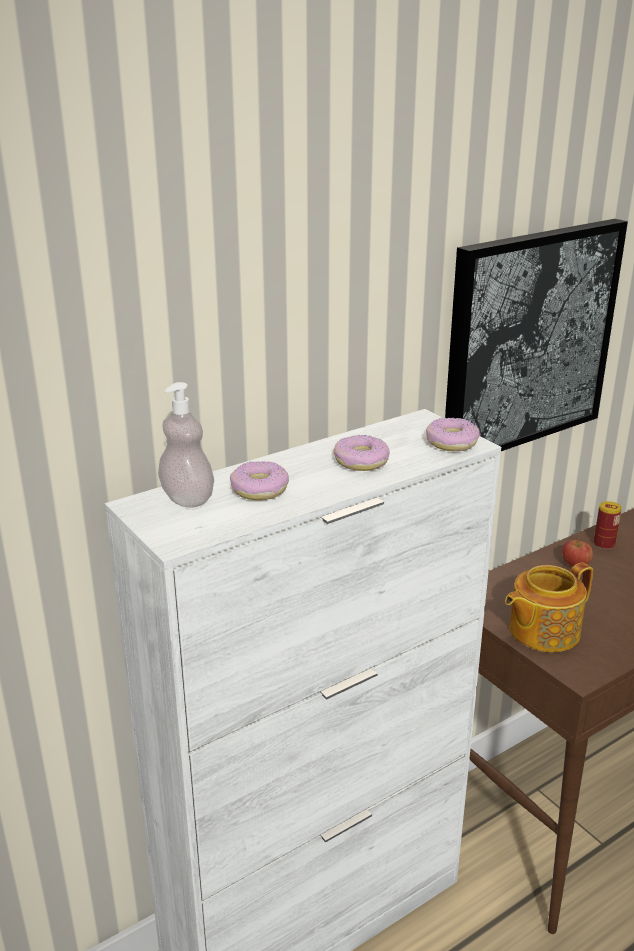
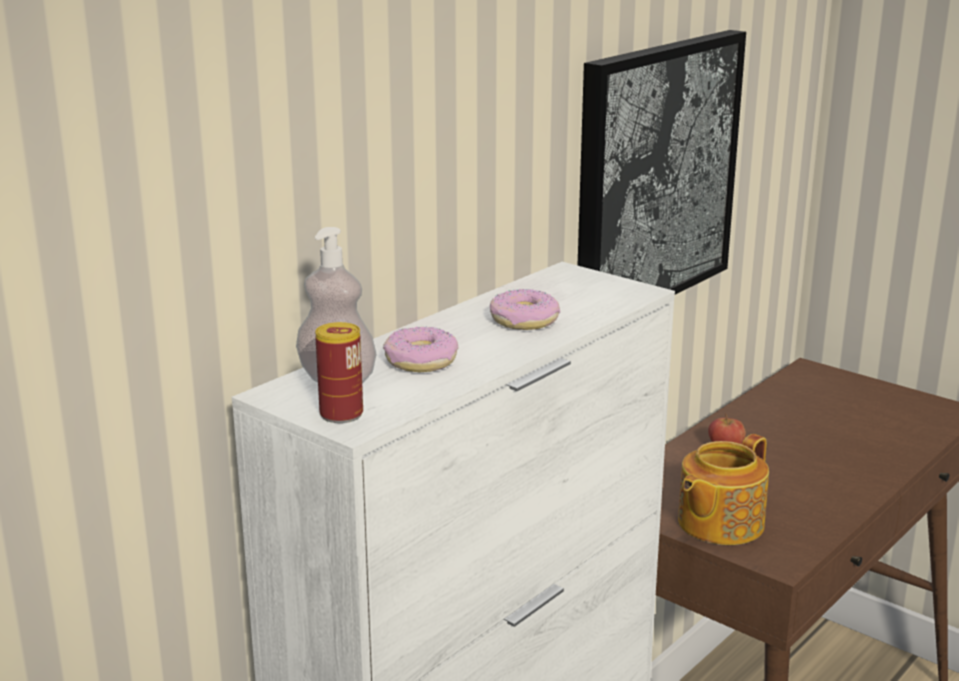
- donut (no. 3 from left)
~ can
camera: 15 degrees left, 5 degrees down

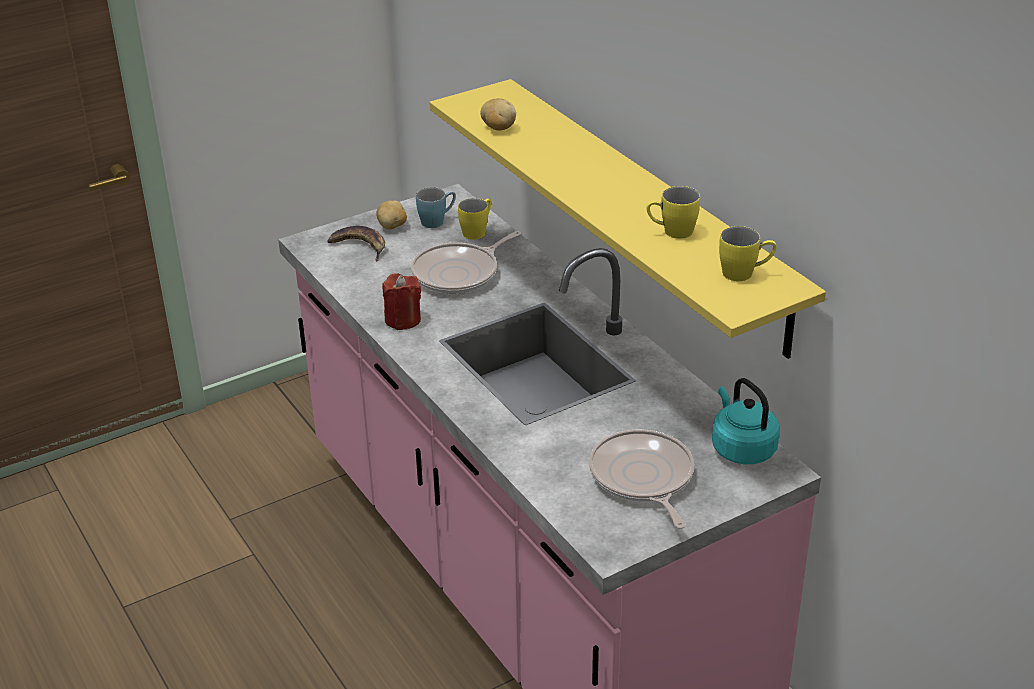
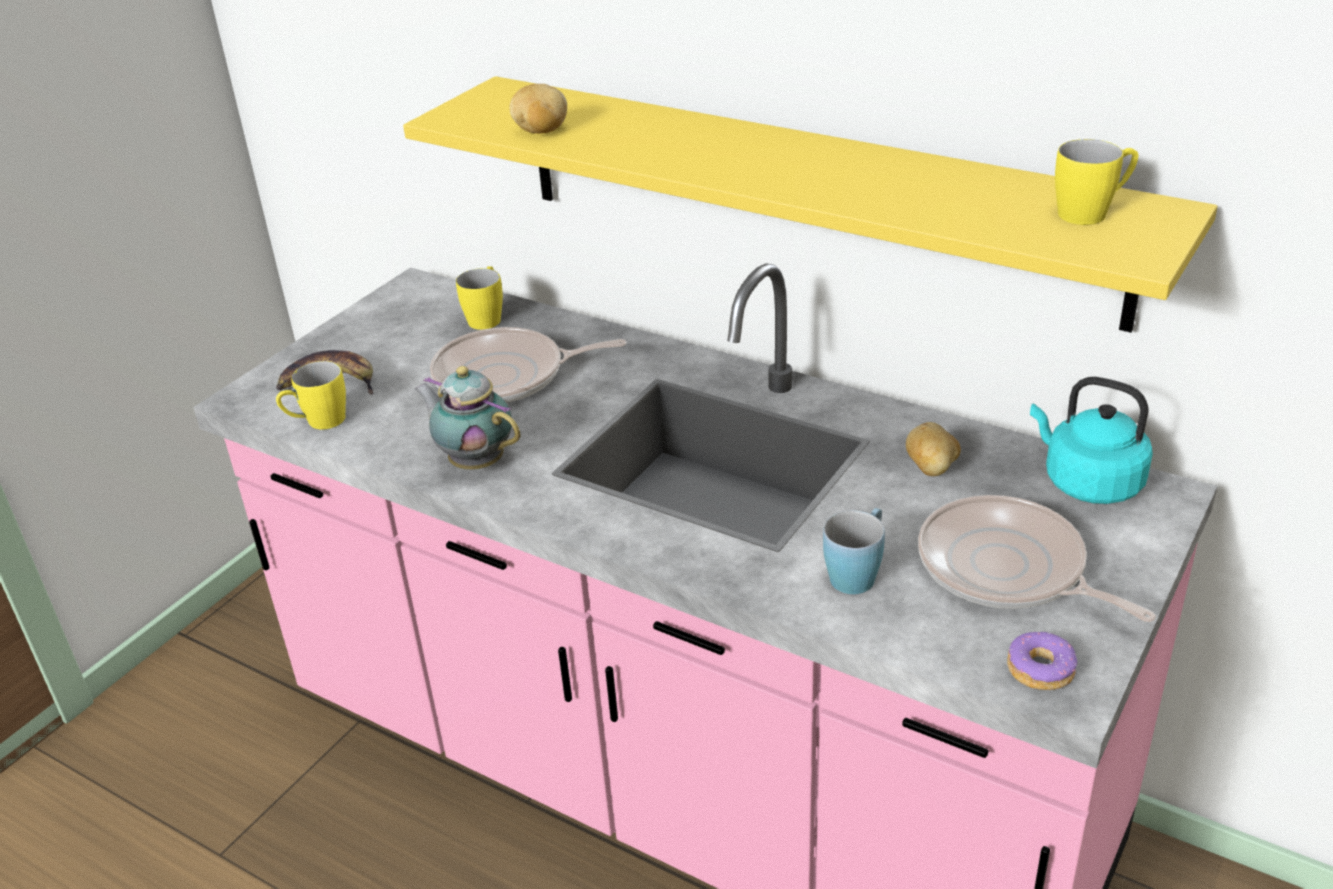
~ potato (no. 1 from left in the first image) to potato (no. 2 from left)
~ red candle to teapot
~ frying pan (no. 1 from left) 60 degrees clockwise
~ blue mug
~ yellow mug (no. 2 from left in the first image) to yellow mug (no. 1 from left)
+ donut
camera: 25 degrees left, 0 degrees up

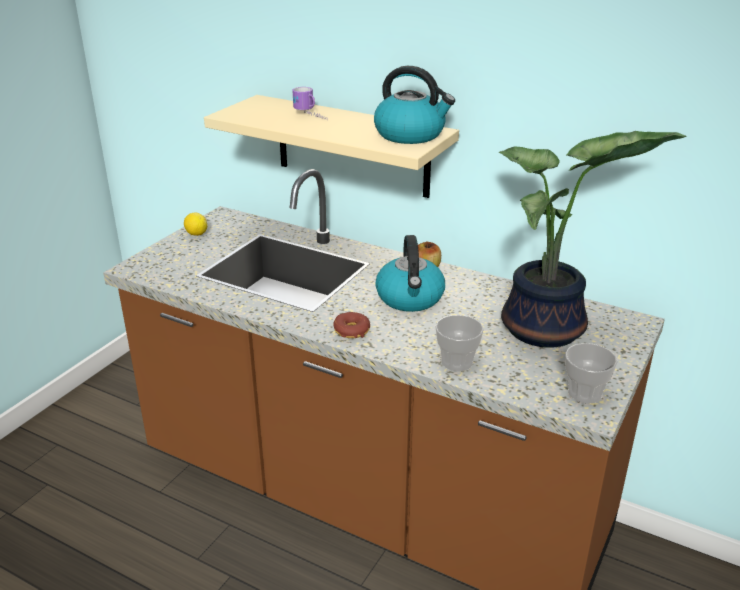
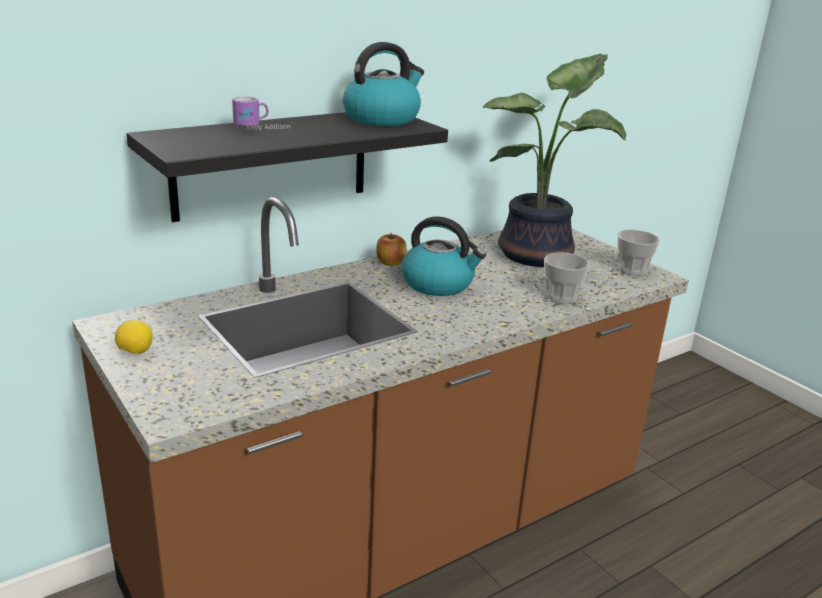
~ beige shelf to black shelf
- donut
camera: 65 degrees left, 5 degrees down

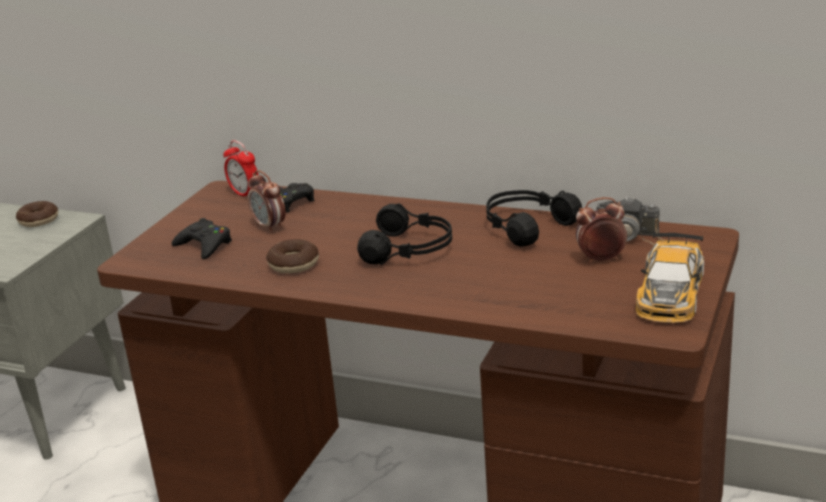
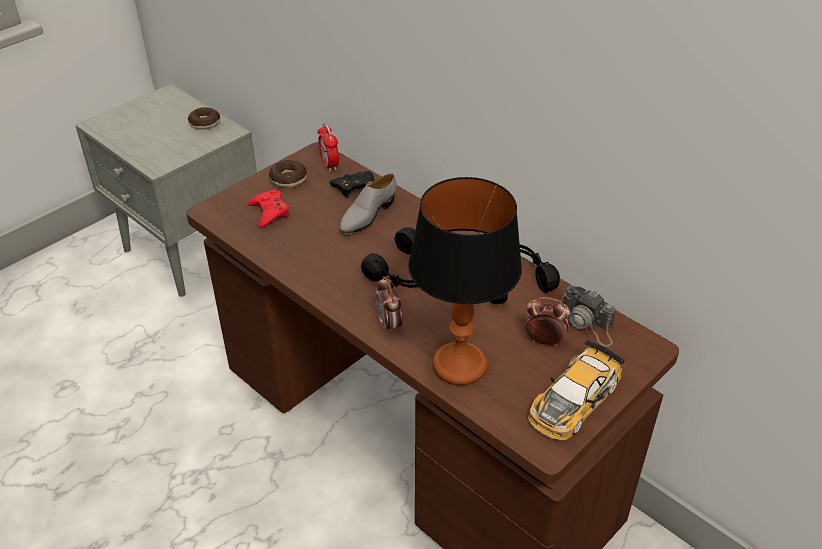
~ black game controller (no. 1 from left) to red game controller
~ alarm clock (no. 2 from left)
~ donut (no. 2 from left)
+ grey shoe
+ table lamp
camera: 20 degrees right, 15 degrees up

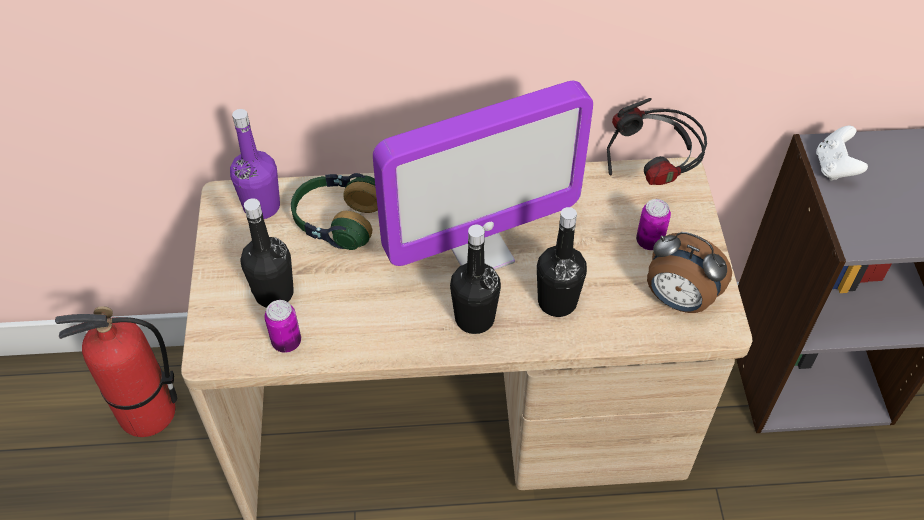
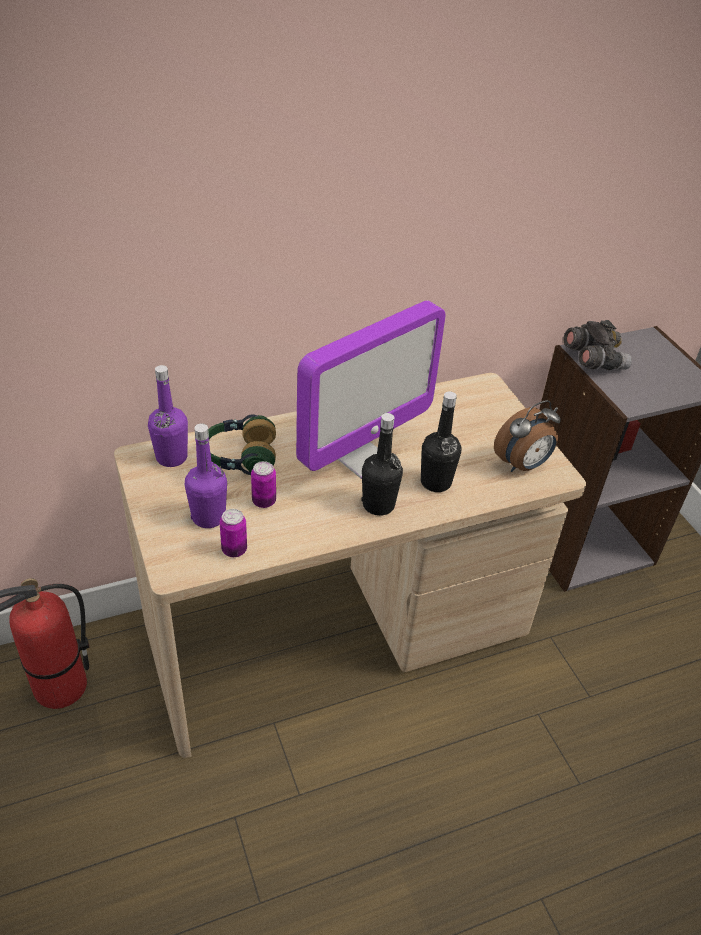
~ black bottle (no. 1 from left) to purple bottle (no. 2 from left)
- headphones (no. 2 from left)
~ can (no. 2 from left)
~ alarm clock 45 degrees counterclockwise
~ white game controller to grey binoculars
camera: 20 degrees left, 10 degrees down

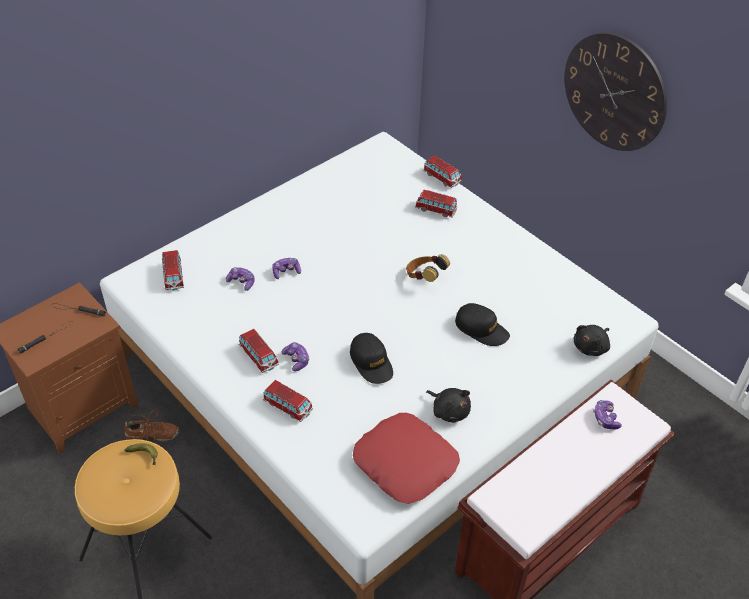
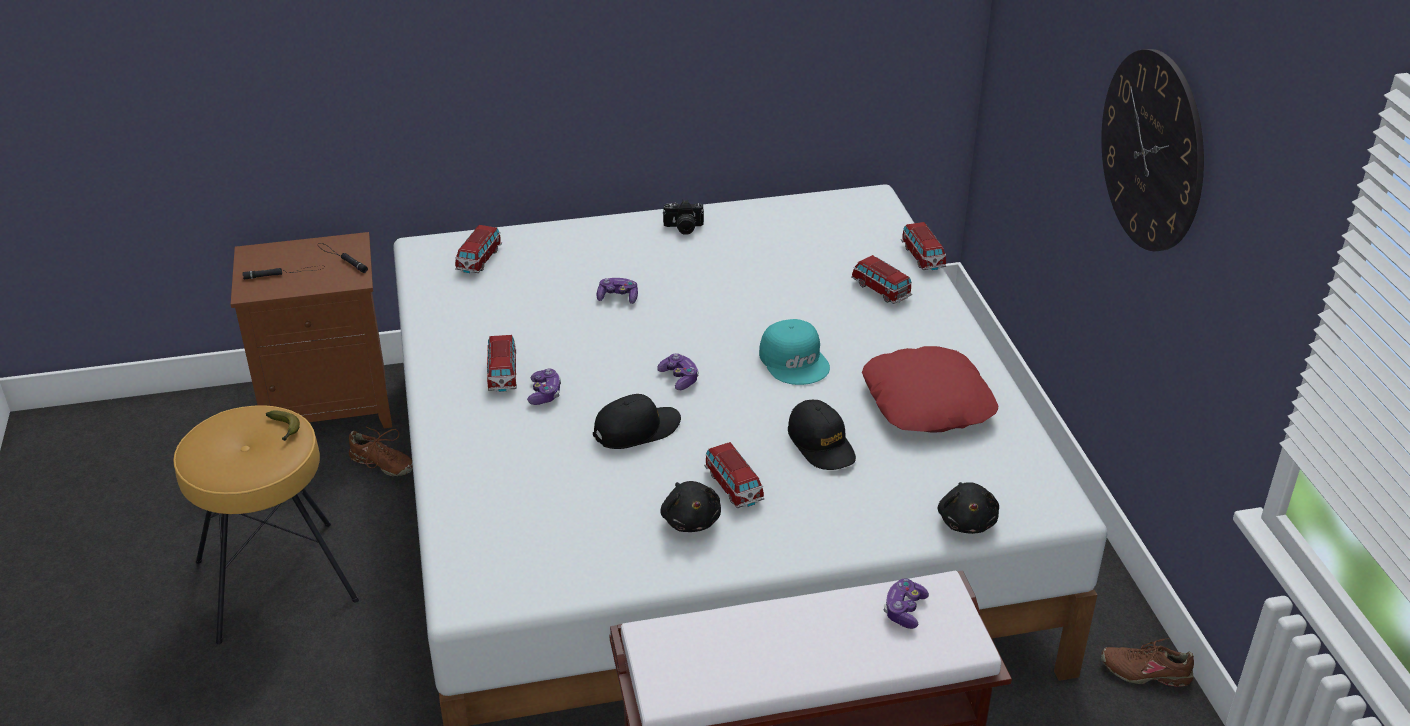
~ game controller (no. 1 from left in the first image) to game controller (no. 3 from left)
~ toy car (no. 3 from left)
~ black cap (no. 1 from left) 120 degrees counterclockwise
~ red pillow
~ headphones to turquoise cap
~ black plush toy (no. 2 from left) 75 degrees counterclockwise
+ photo camera
+ brown shoe (no. 2 from left)
camera: 30 degrees right, 10 degrees down

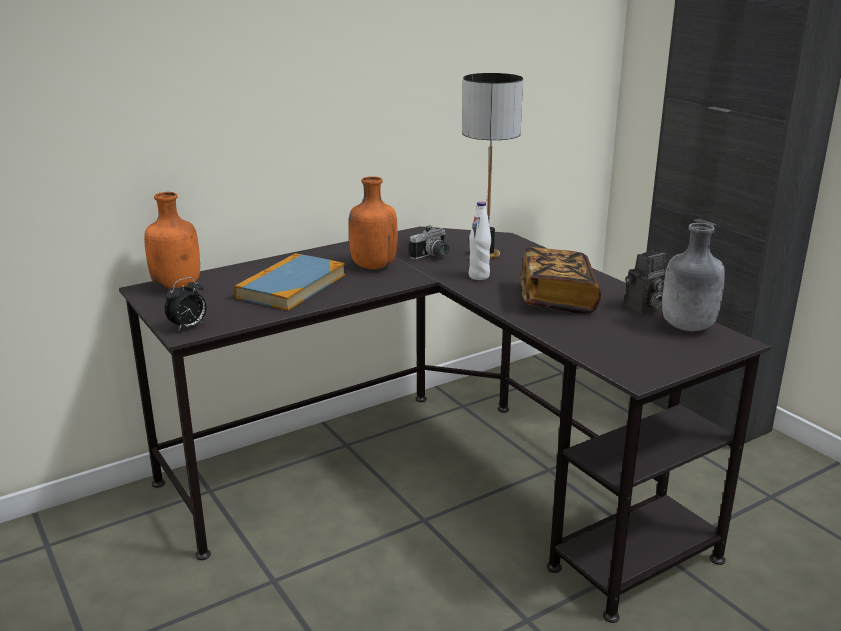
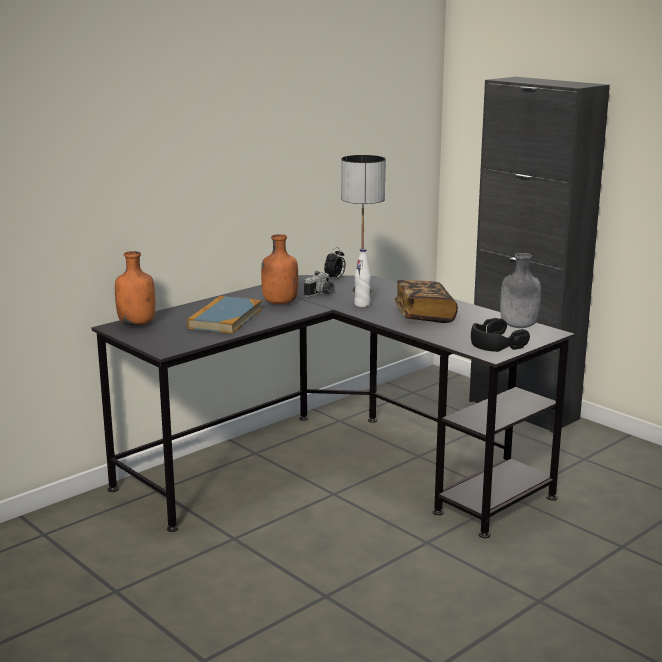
~ alarm clock
- photo camera (no. 2 from left)
+ black headphones
camera: 10 degrees left, 5 degrees down

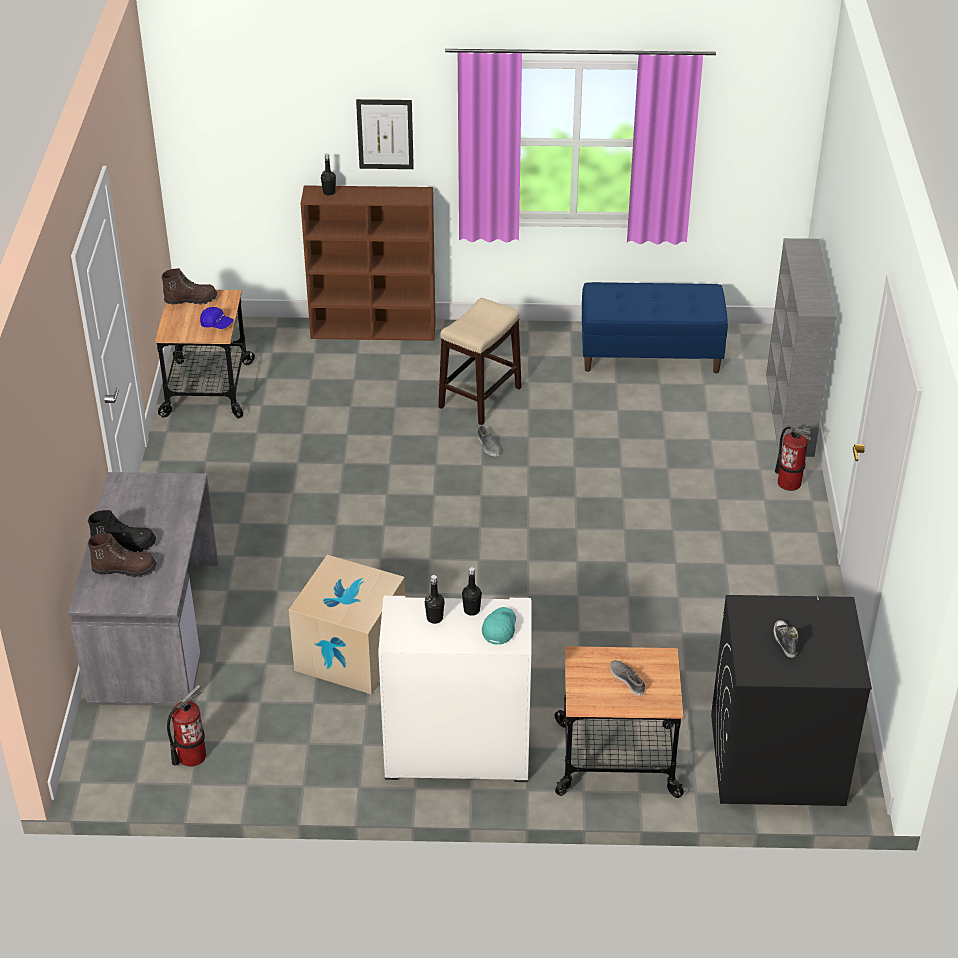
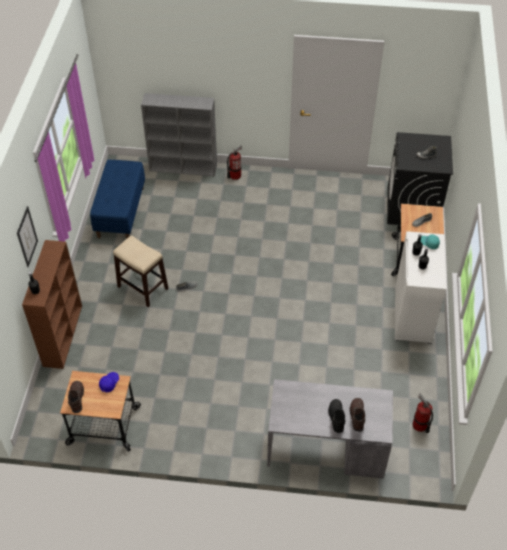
- cardboard box
camera: 85 degrees left, 10 degrees up

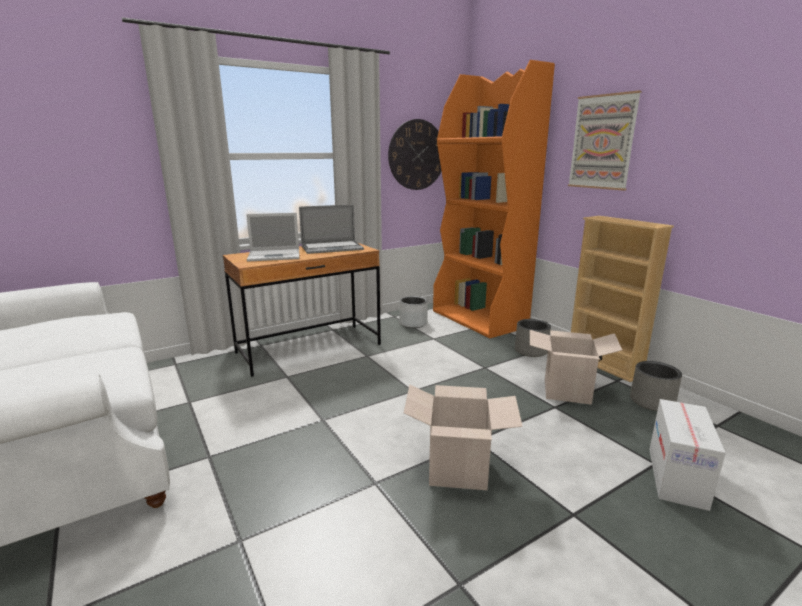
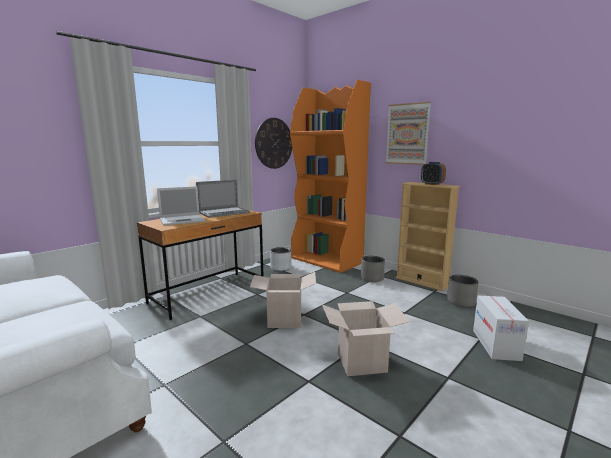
~ cardboard box (no. 2 from left in the first image) to cardboard box (no. 1 from left)
+ alarm clock
camera: 15 degrees left, 5 degrees down

